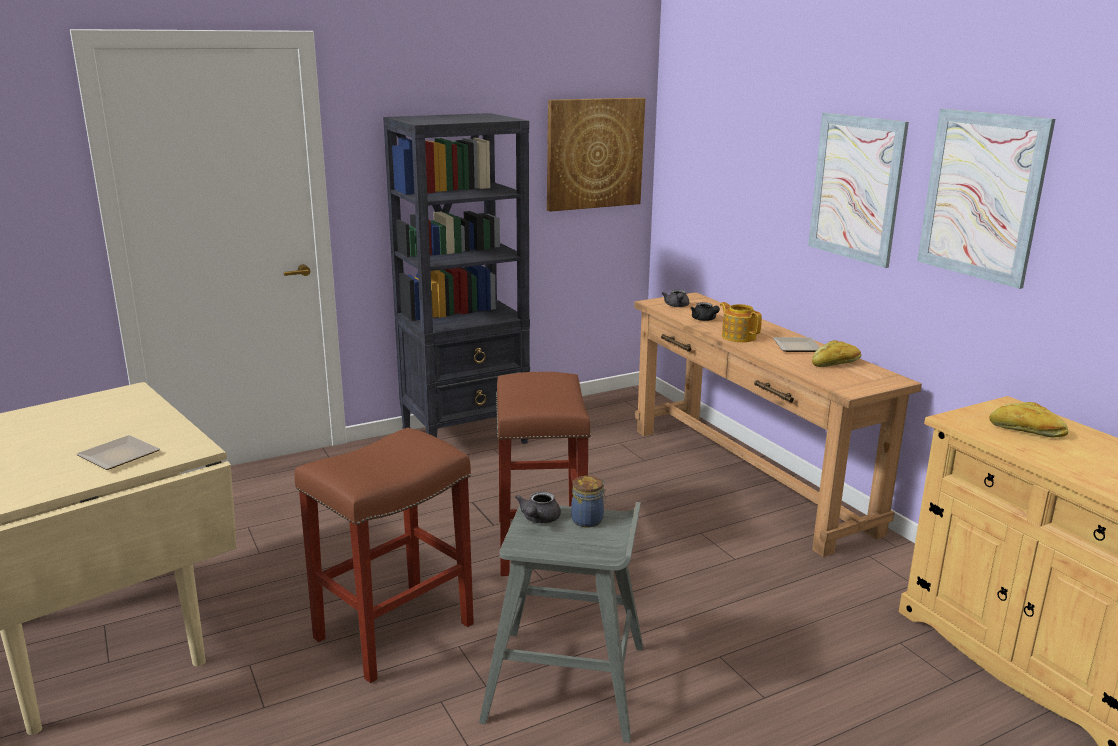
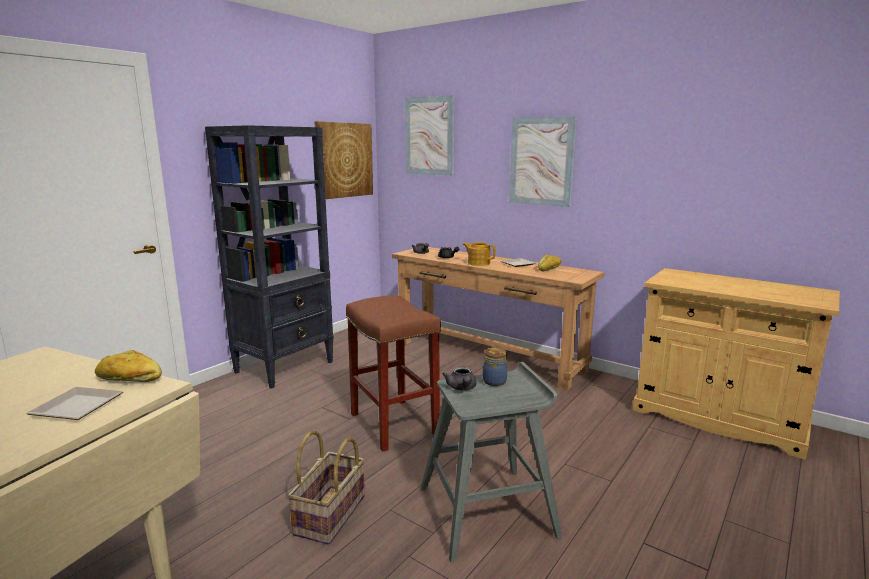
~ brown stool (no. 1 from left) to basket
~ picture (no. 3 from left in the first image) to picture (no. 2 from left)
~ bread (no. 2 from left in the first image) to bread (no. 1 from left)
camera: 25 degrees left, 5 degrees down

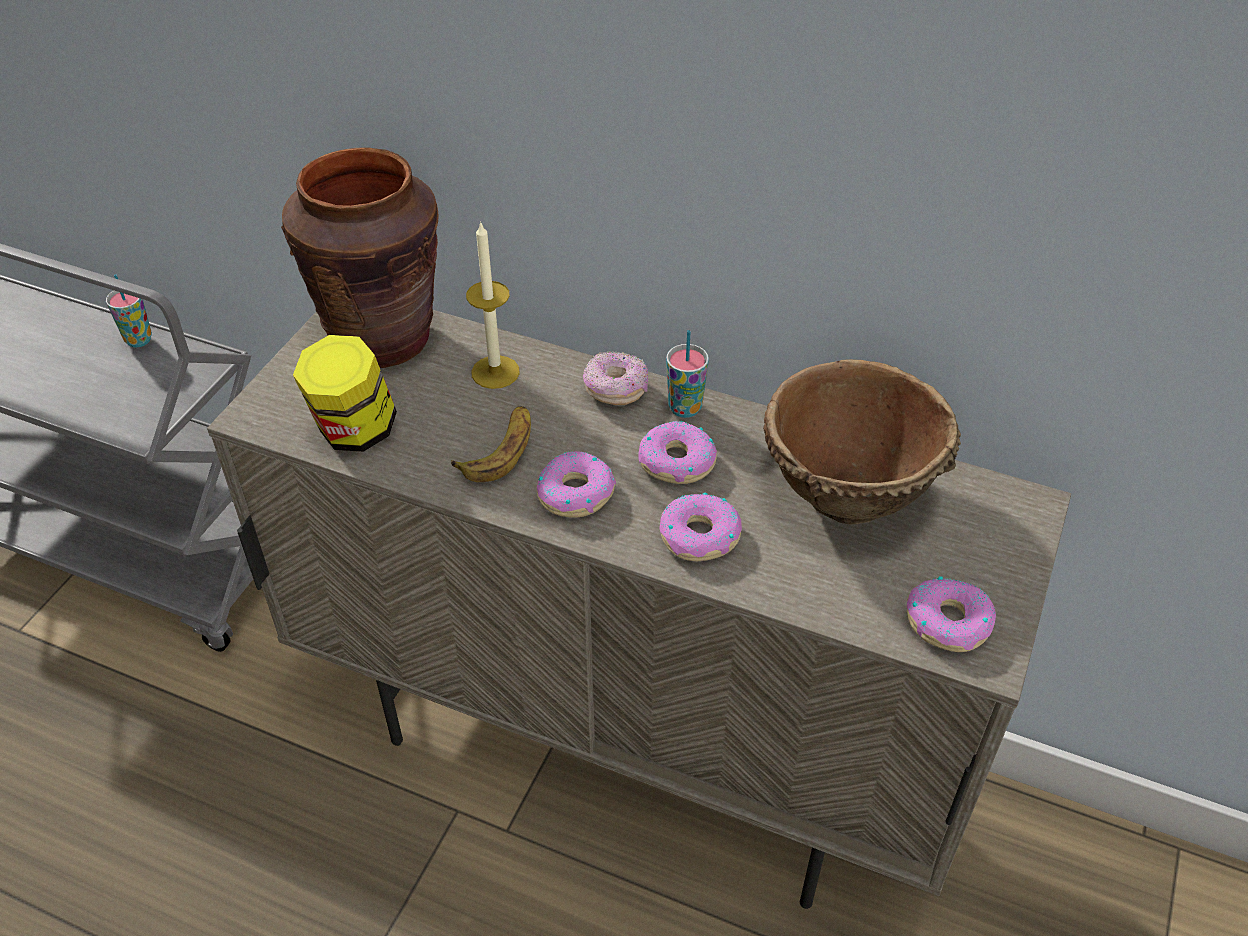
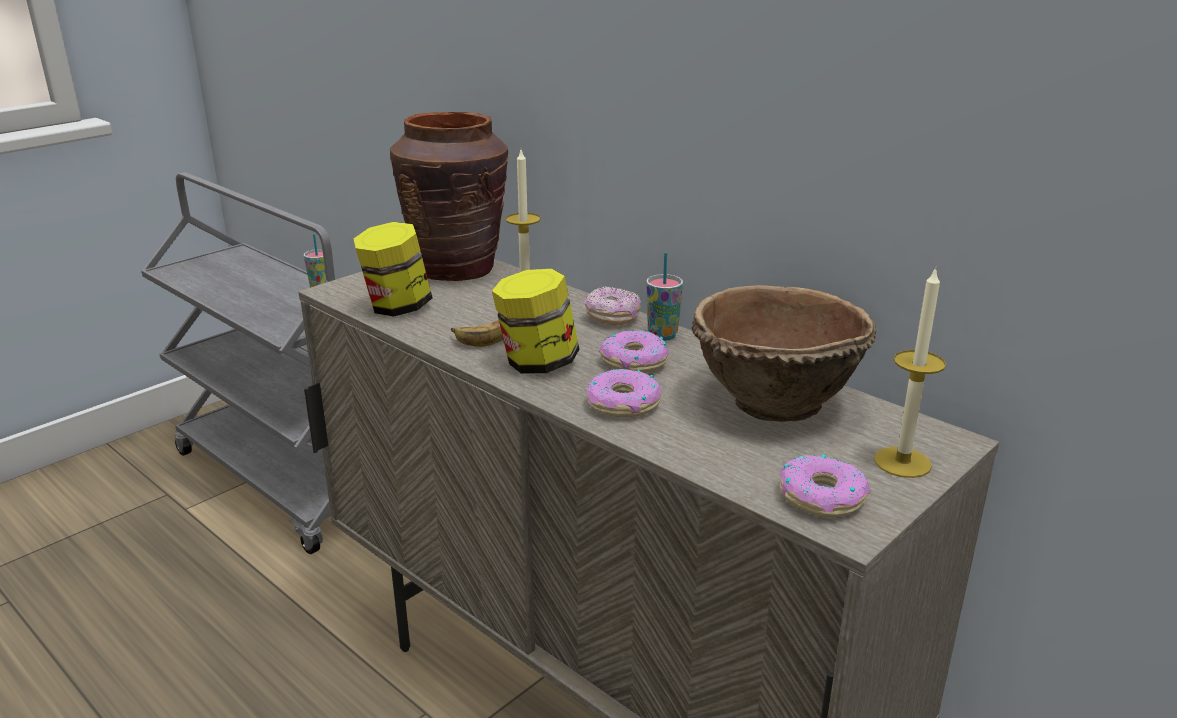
~ donut (no. 1 from left) to jar (no. 2 from left)
+ candle (no. 2 from left)
camera: 20 degrees right, 20 degrees down

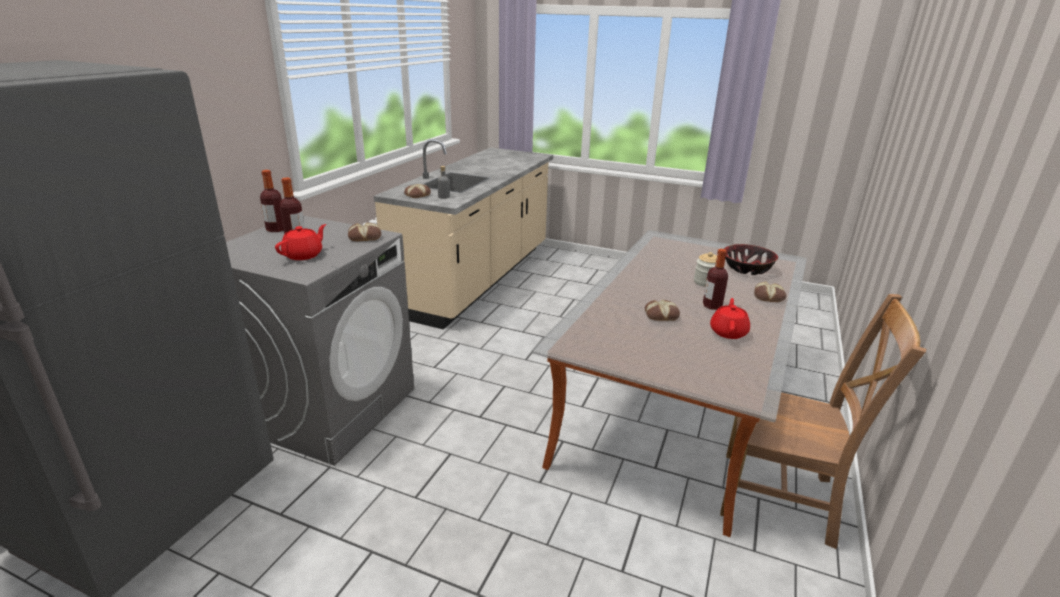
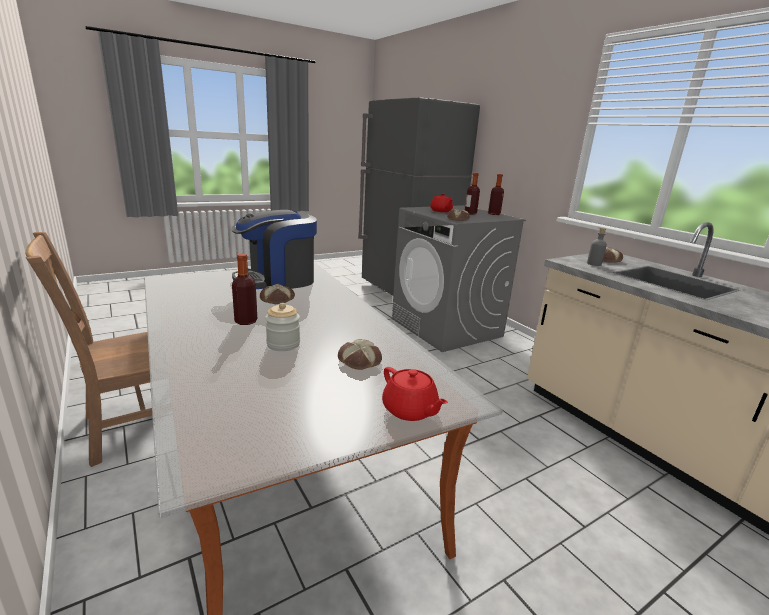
~ red teapot (no. 2 from left in the first image) to red teapot (no. 1 from left)
- bowl
~ bread (no. 4 from left in the first image) to bread (no. 2 from left)
+ coffee machine
camera: 125 degrees right, 5 degrees down

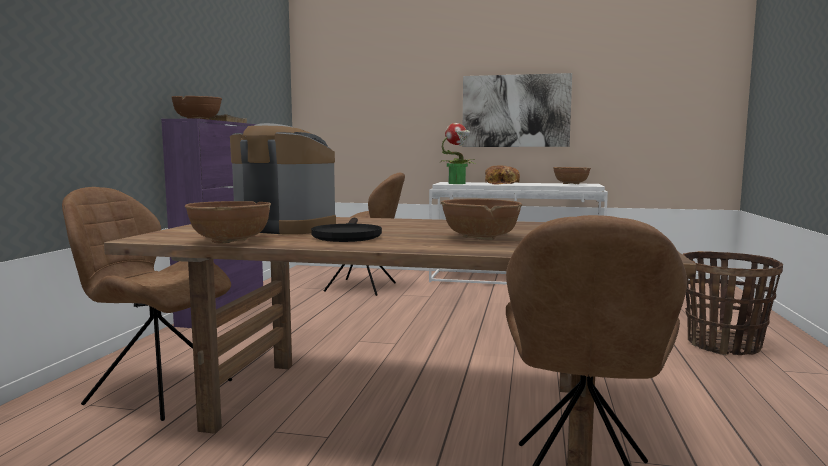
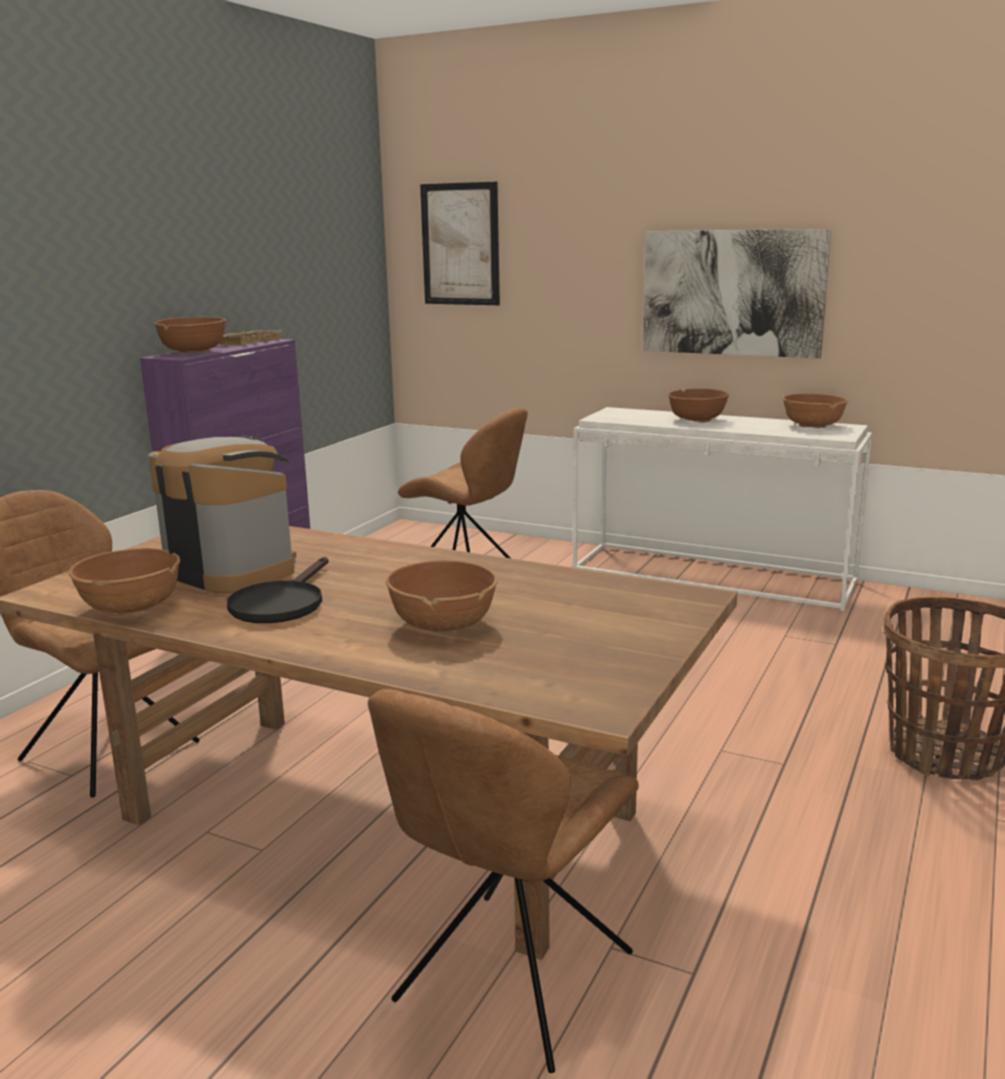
- potted plant
~ bread to brown bowl (no. 4 from left)
+ picture (no. 1 from left)
camera: 15 degrees right, 10 degrees up

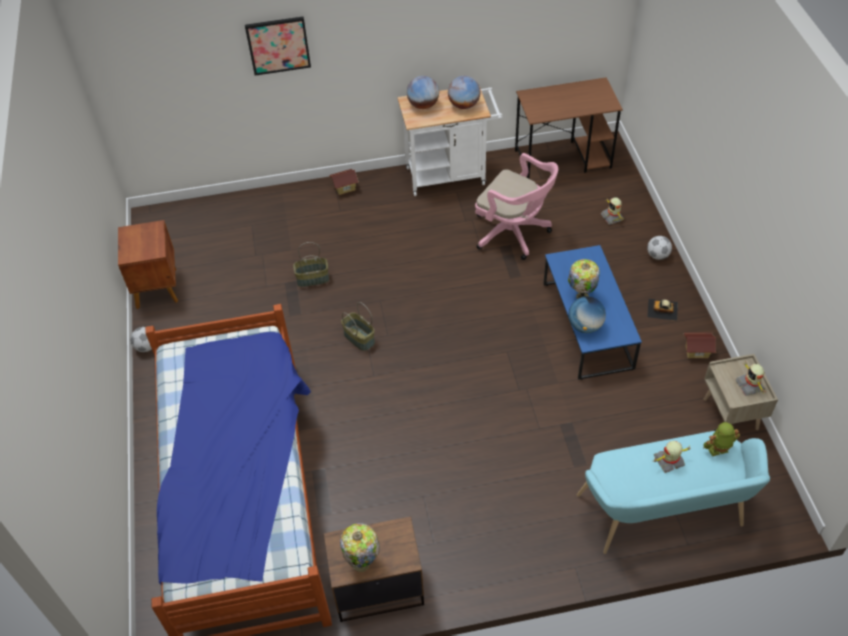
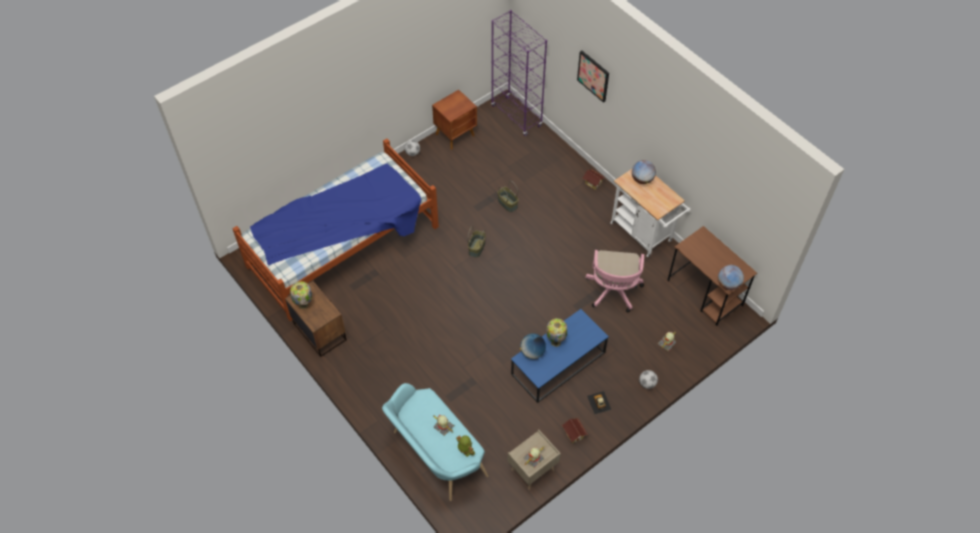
~ globe (no. 2 from left in the first image) to globe (no. 3 from left)
+ purple bookcase
camera: 60 degrees right, 5 degrees up

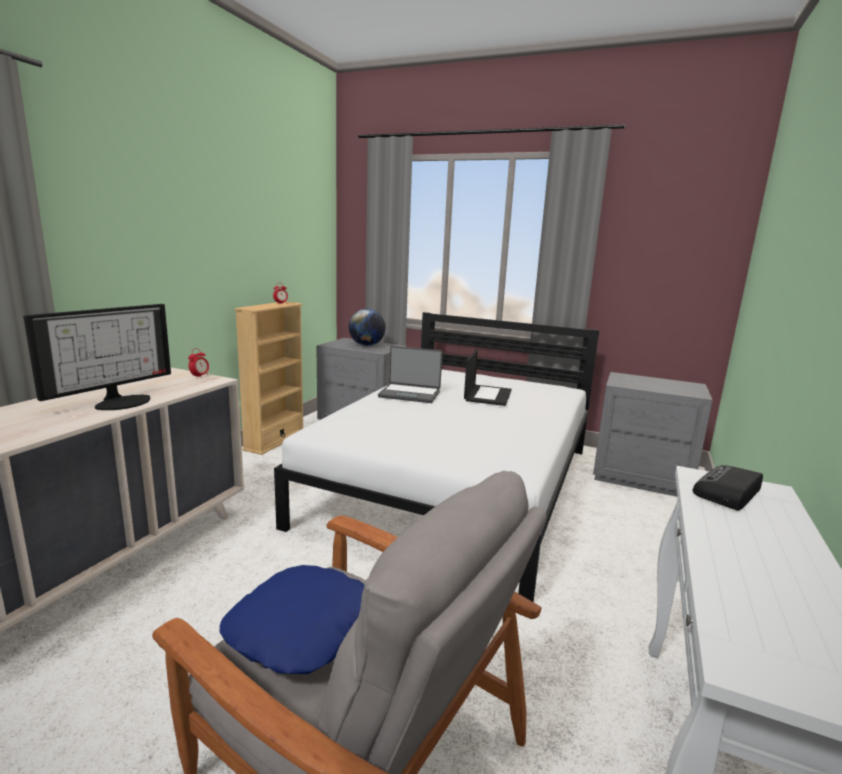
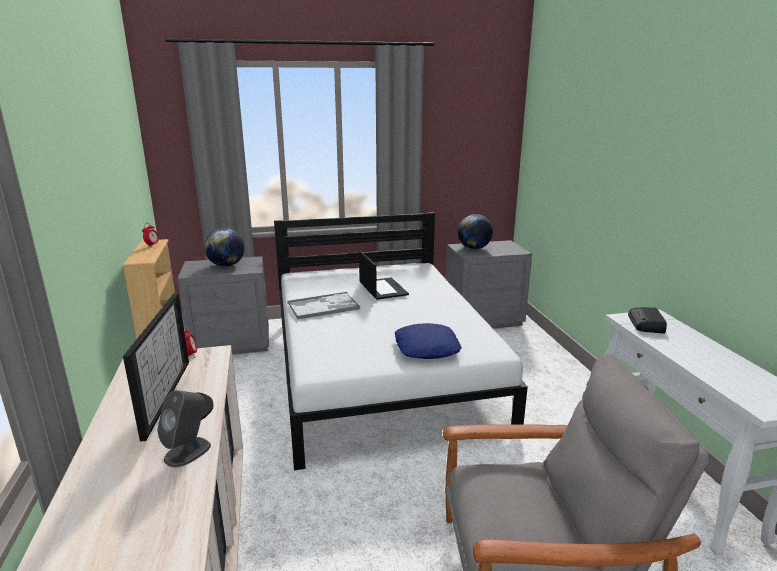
~ blue pillow
~ laptop (no. 1 from left) to tray
+ grey speaker
+ globe (no. 2 from left)
camera: 35 degrees left, 5 degrees up

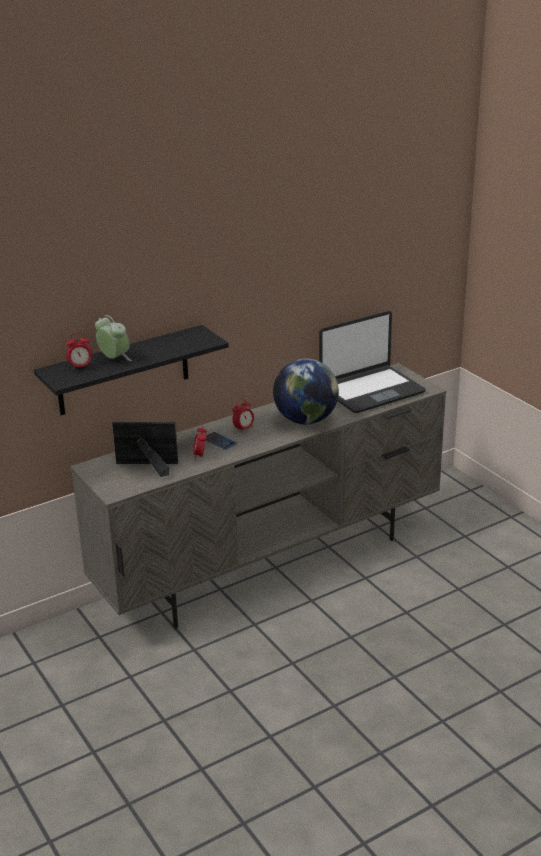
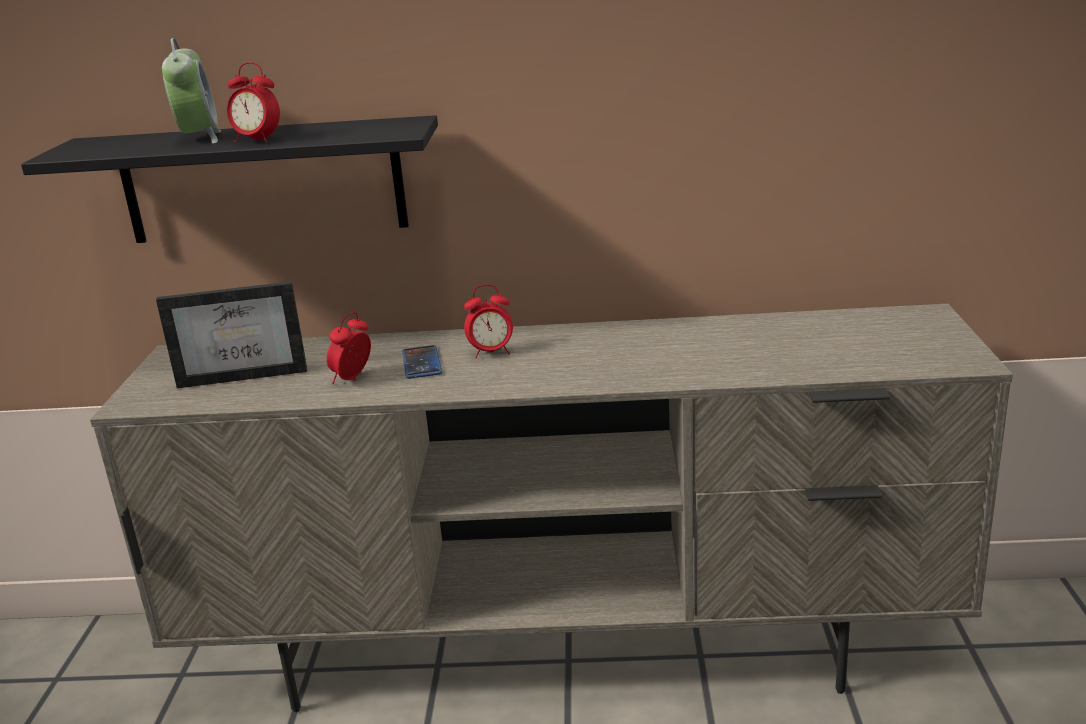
~ alarm clock (no. 1 from left in the first image) to alarm clock (no. 2 from left)
~ picture frame 135 degrees clockwise
- globe
- laptop
camera: 35 degrees right, 5 degrees down

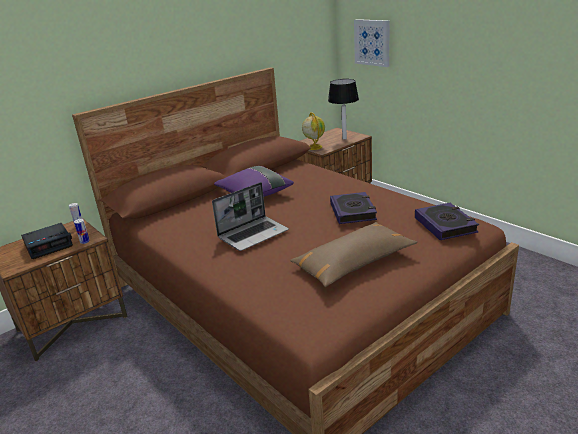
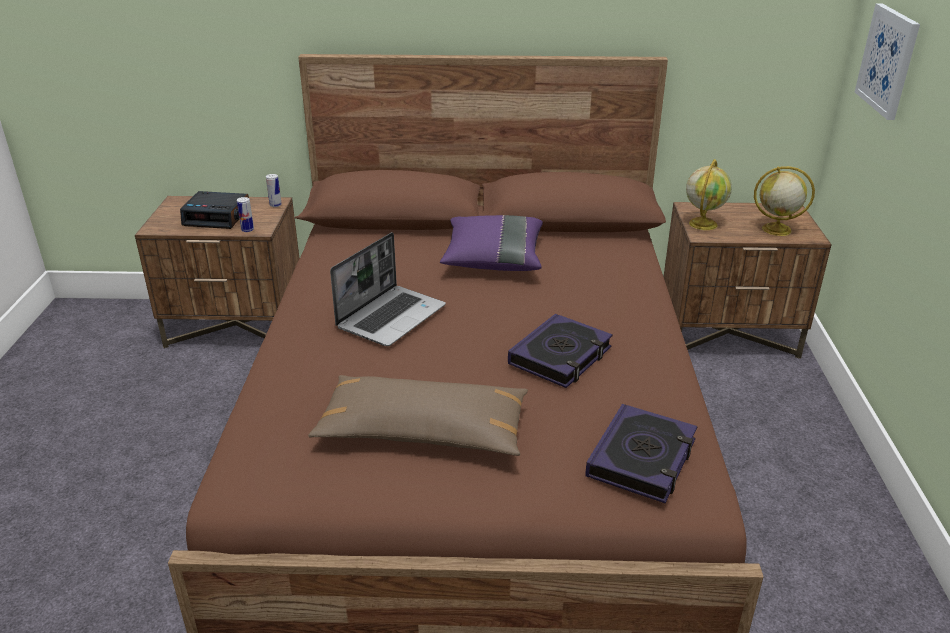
~ laptop 60 degrees counterclockwise
~ table lamp to globe (no. 2 from left)
camera: 40 degrees right, 5 degrees up

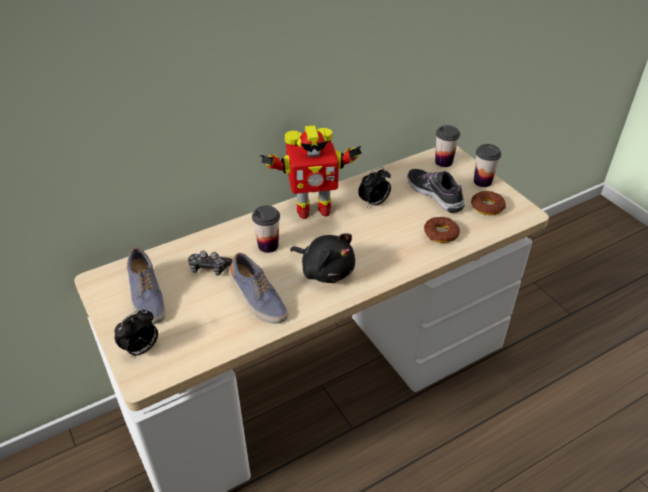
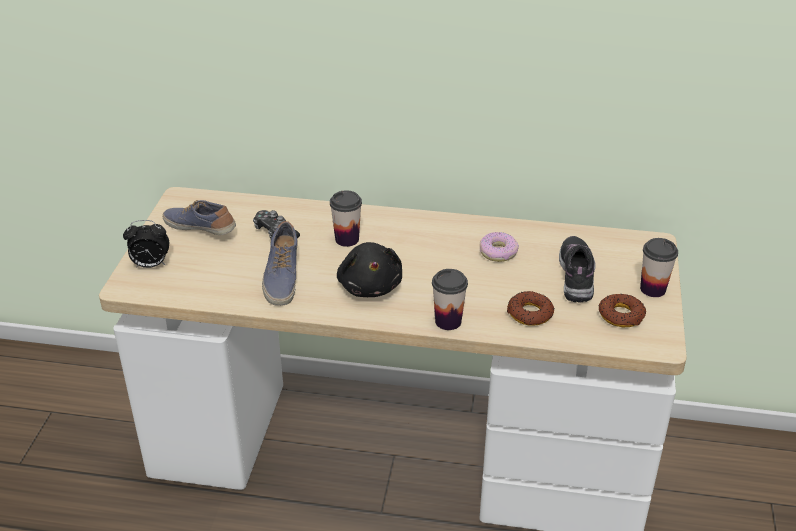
~ shoe (no. 1 from left) 105 degrees clockwise
- toy robot
~ alarm clock (no. 2 from left) to donut (no. 1 from left)
~ cup (no. 2 from left)
camera: 40 degrees right, 5 degrees down

